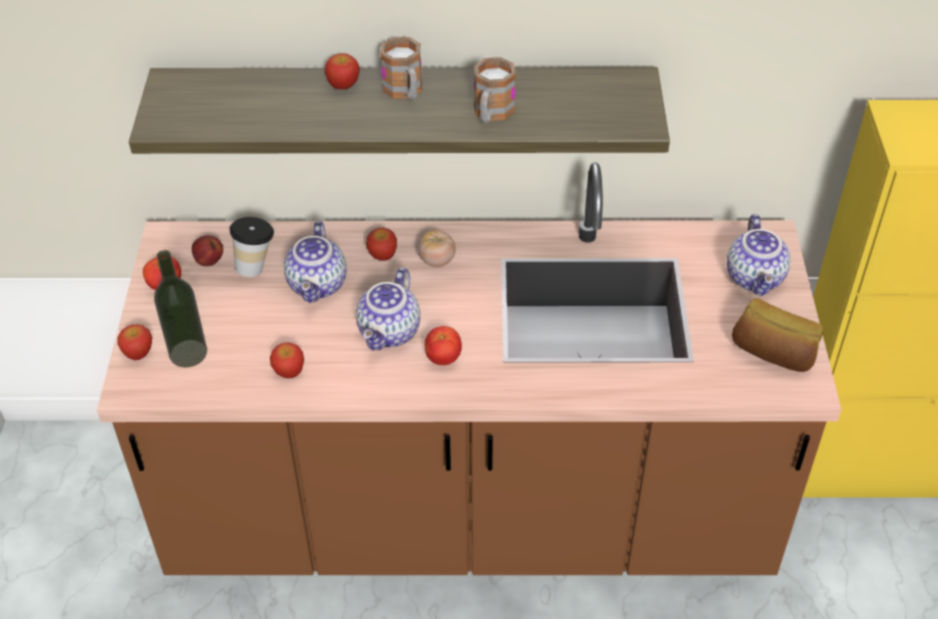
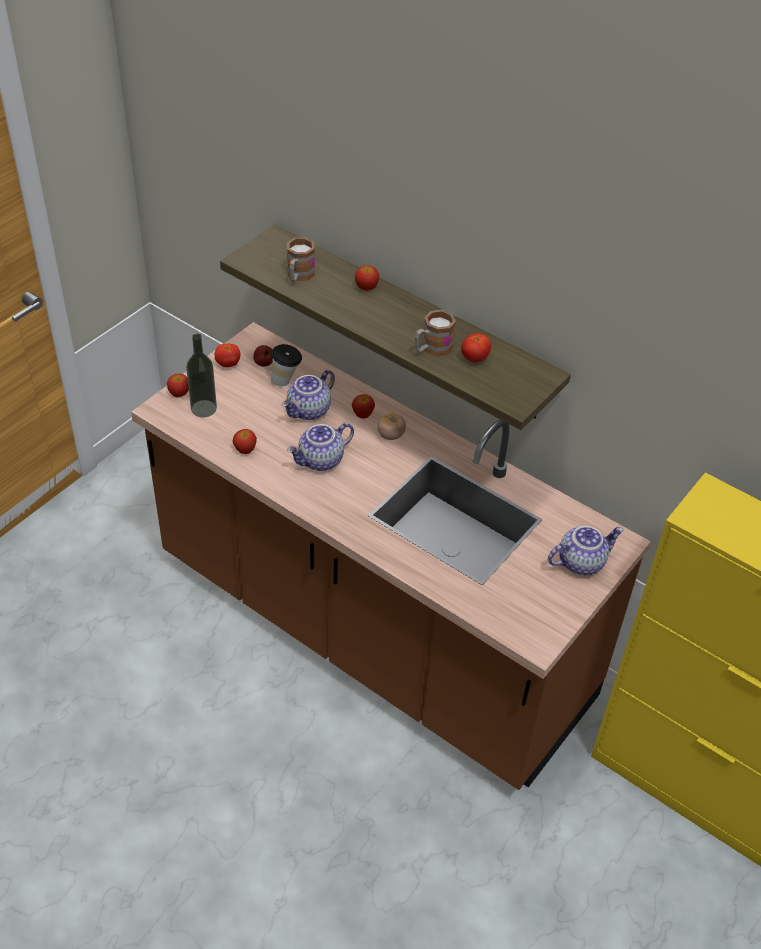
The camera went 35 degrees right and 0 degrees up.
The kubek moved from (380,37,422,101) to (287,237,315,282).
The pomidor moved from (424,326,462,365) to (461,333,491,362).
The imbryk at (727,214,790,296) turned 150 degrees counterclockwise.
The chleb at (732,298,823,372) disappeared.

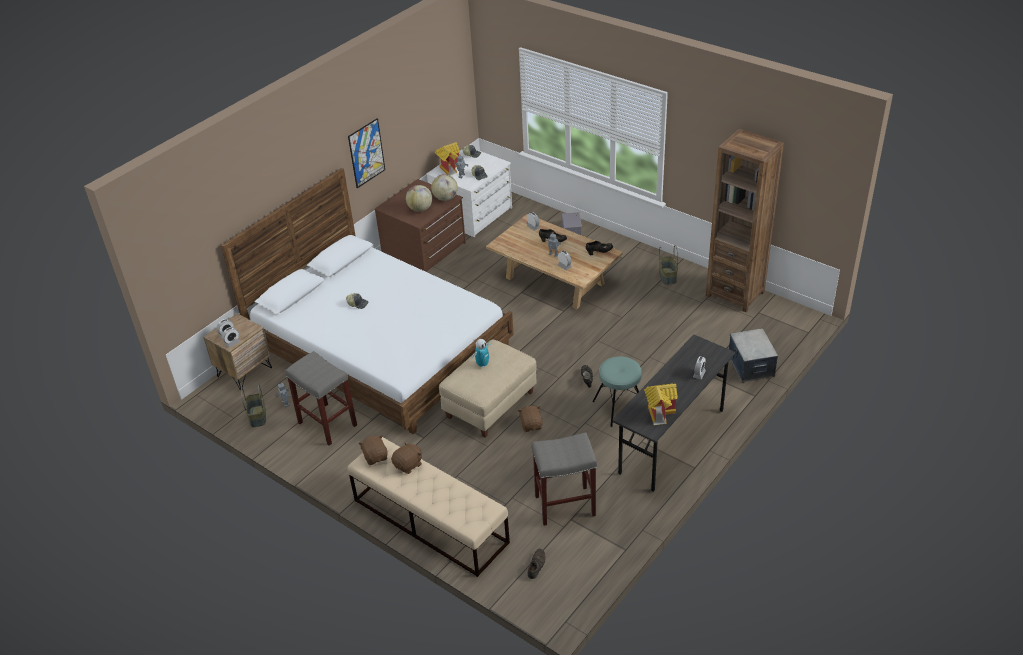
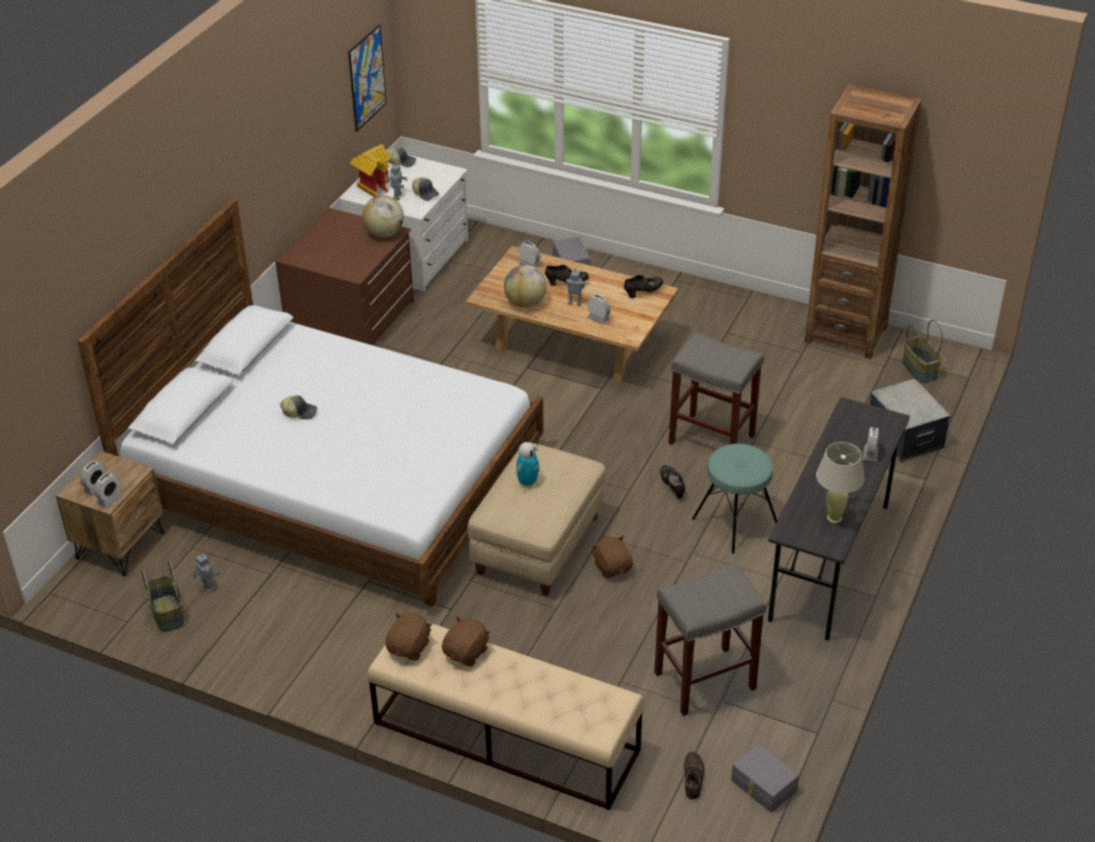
The camera went 15 degrees left and 0 degrees up.
The obraz moved from (348,118,385,188) to (348,25,387,132).
The pluszak [brązowy] at (358,435,388,465) turned 60 degrees clockwise.
The globus moved from (406,185,432,212) to (504,265,547,308).
The stołek [szary] moved from (285,351,357,446) to (669,332,764,445).
The pojemnik do przechowywania [szary] at (731,744,799,812) appeared.
The domek at (644,383,678,425) was replaced by the lampa stołowa [beżowy] at (816,442,865,523).
The koszyk moved from (659,245,678,285) to (902,320,943,383).

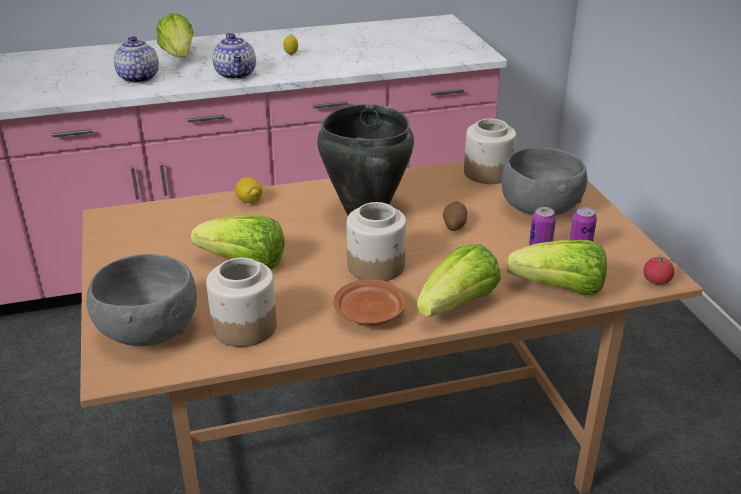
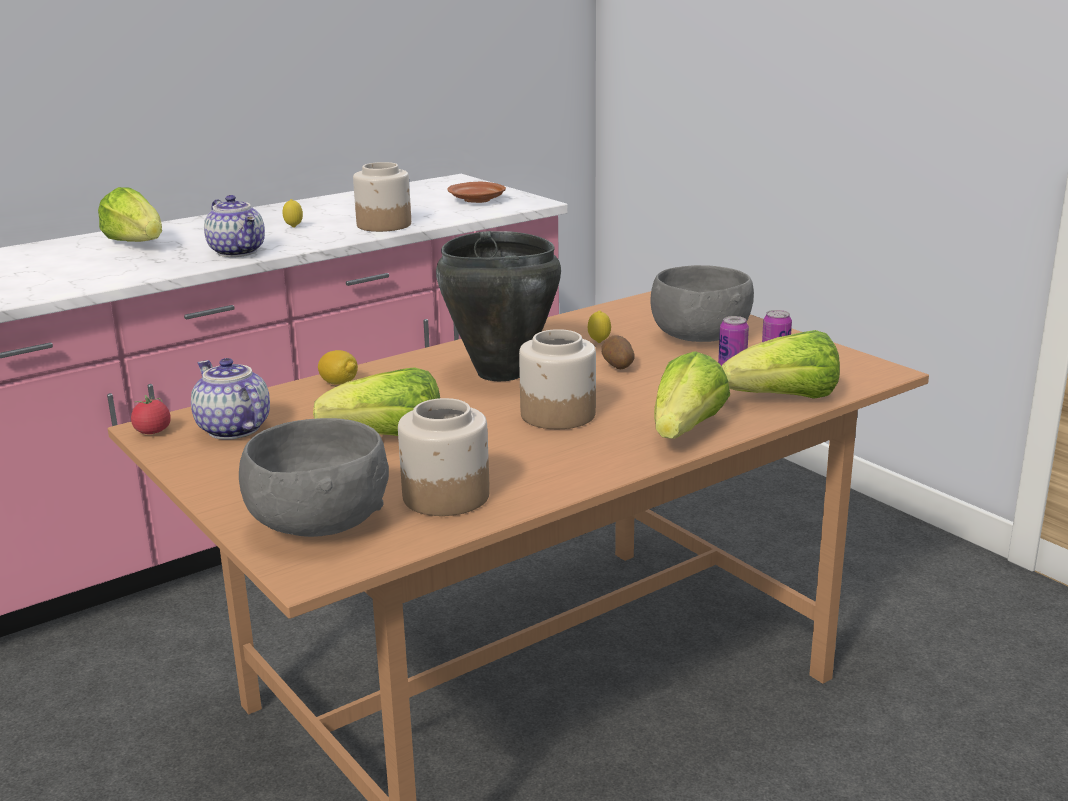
The camera went 20 degrees left and 10 degrees down.
The pomidor moved from (643,253,674,285) to (131,395,171,434).
The imbryk moved from (114,36,159,83) to (191,358,270,440).
The słoik moved from (464,118,516,184) to (353,162,411,232).
The talerz [brązowy] moved from (333,279,406,326) to (447,182,506,203).
The cytryna at (588,311,611,343) appeared.

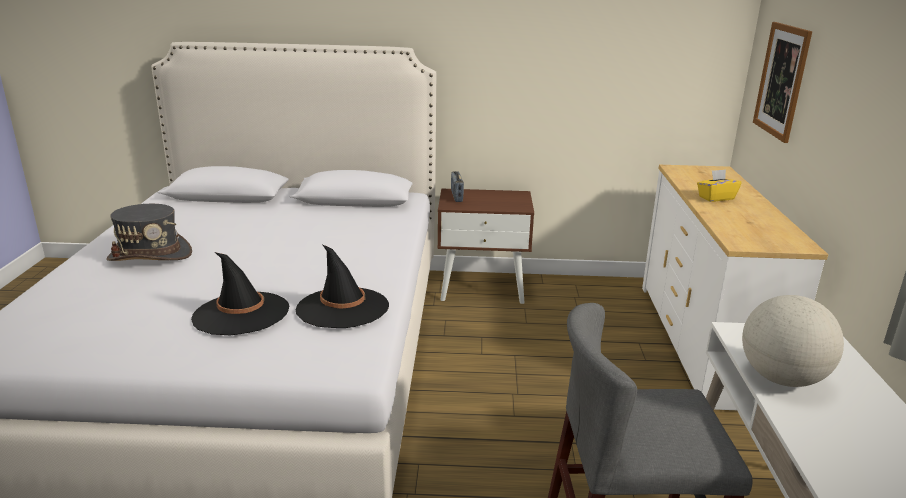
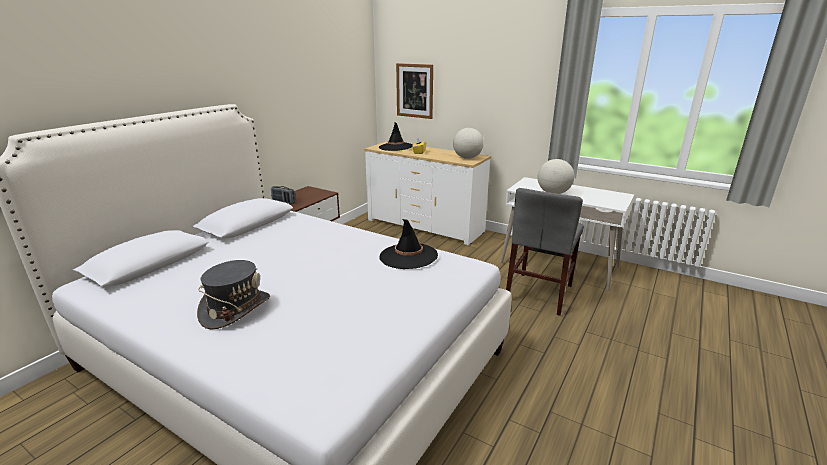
The camera went 60 degrees left and 0 degrees up.
The kapelusz [czarny] moved from (191,252,289,335) to (379,122,413,151).
The globus at (453,128,484,159) appeared.

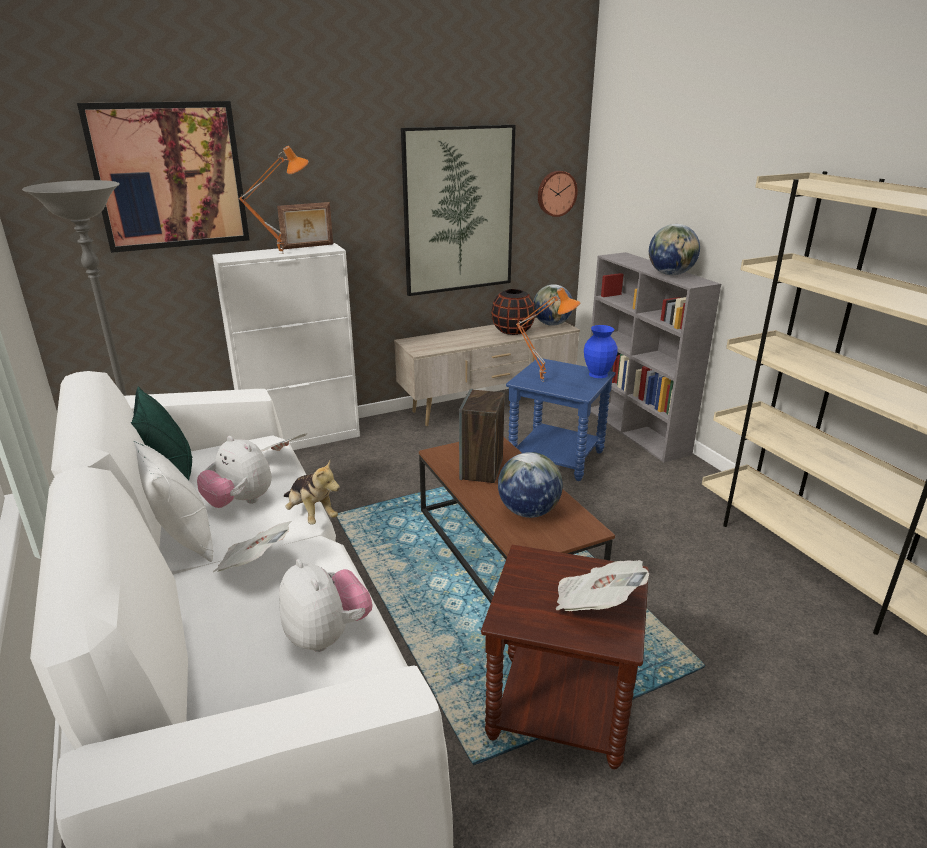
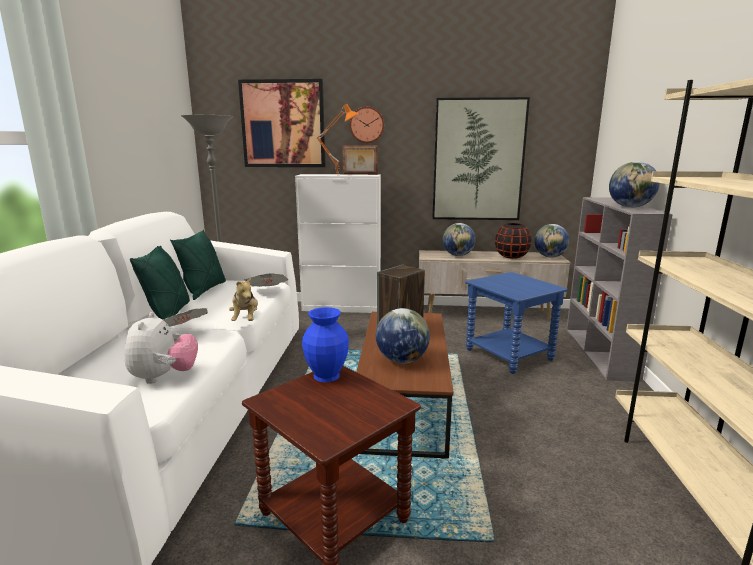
The camera went 30 degrees right and 10 degrees down.
The poduszka [biały] at (134,439,214,562) became the poduszka [zielony] at (130,246,190,320).
The wazon [niebieski] moved from (584,325,617,378) to (302,307,349,382).
The zegar ścienny moved from (538,171,578,217) to (350,107,384,143).
The globus at (443,223,476,256) appeared.
The pluszak at (197,436,272,508) disappeared.
The lampa stołowa [pomarańczowy] at (516,288,580,382) disappeared.
The gazeta at (556,560,649,611) disappeared.

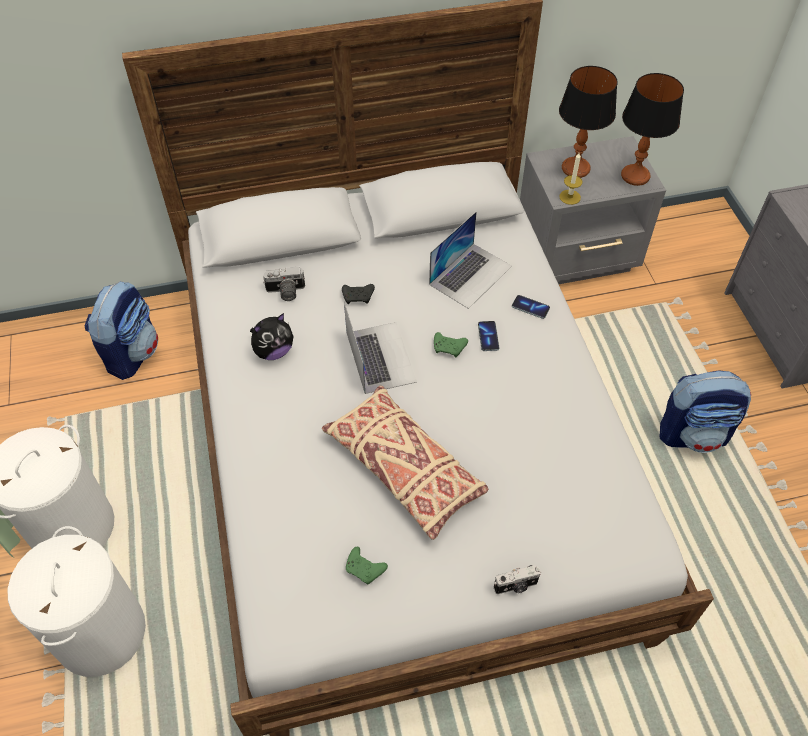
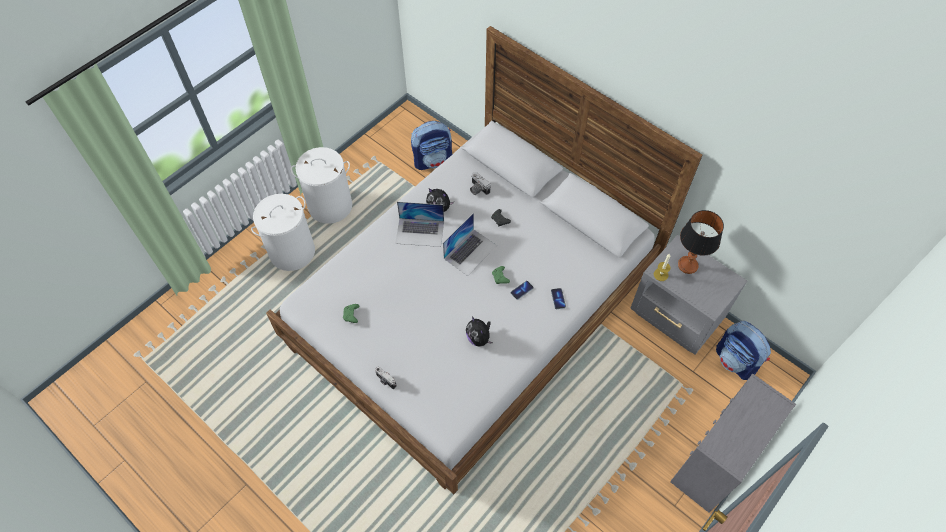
The camera went 55 degrees right and 5 degrees up.
The laptop moved from (429,211,512,309) to (395,202,444,247).
The pluszak at (466,316,493,346) appeared.
The plecak moved from (660,370,751,453) to (716,321,771,380).
The poduszka [beżowy] at (322,385,489,540) disappeared.
The lampa stołowa at (621,73,684,186) disappeared.

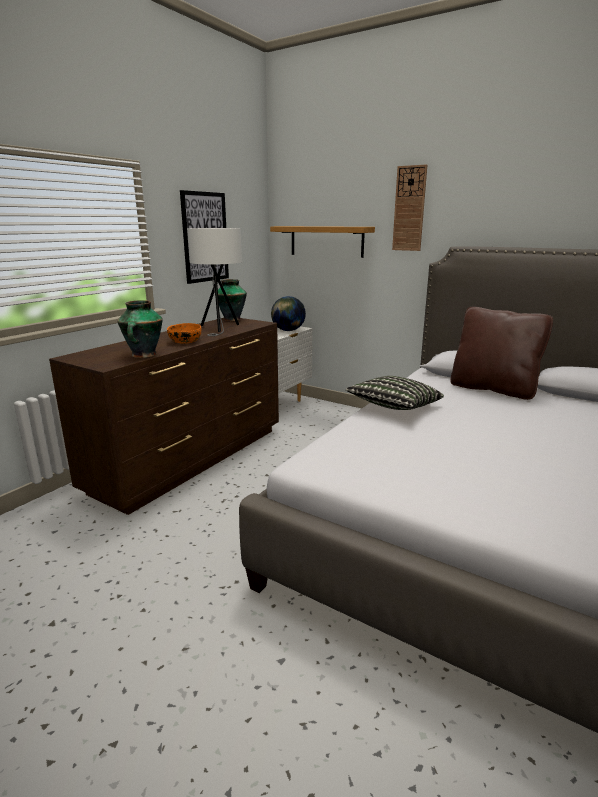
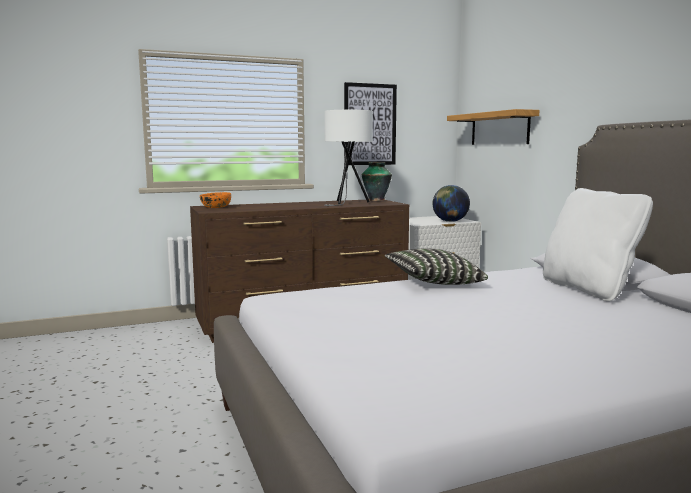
The camera went 35 degrees right and 10 degrees down.
The miska [pomarańczowy] moved from (167,323,202,344) to (200,192,231,208).
The poduszka [brązowy] at (450,307,553,400) became the poduszka [biały] at (543,188,653,301).
The wazon at (117,300,163,358) disappeared.
The zegar ścienny at (392,164,427,251) disappeared.

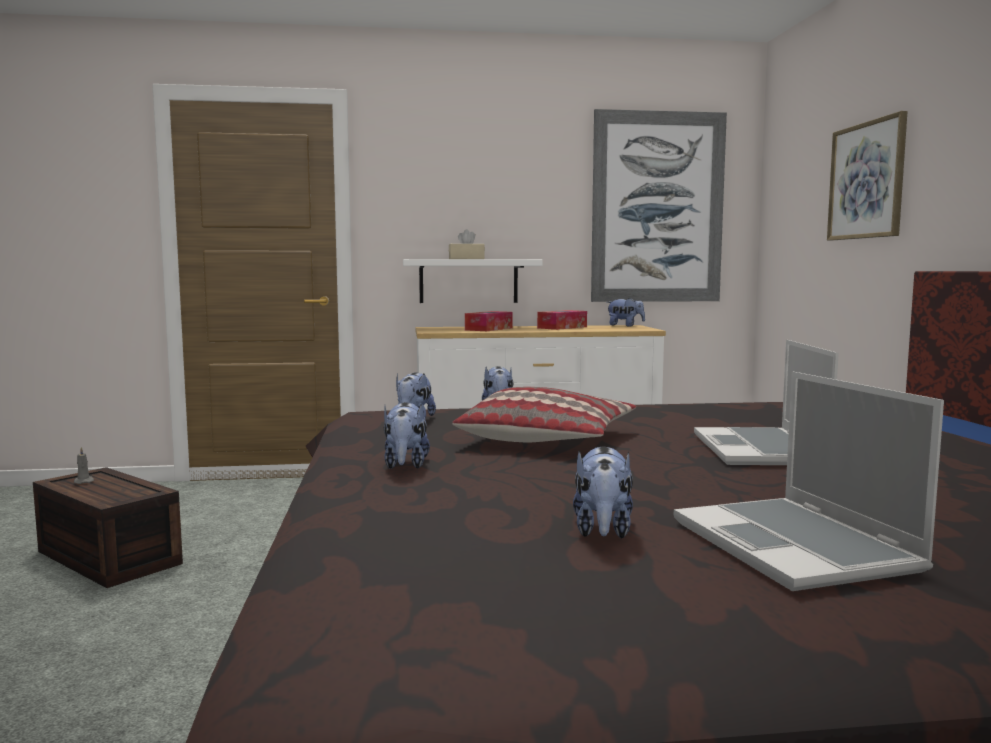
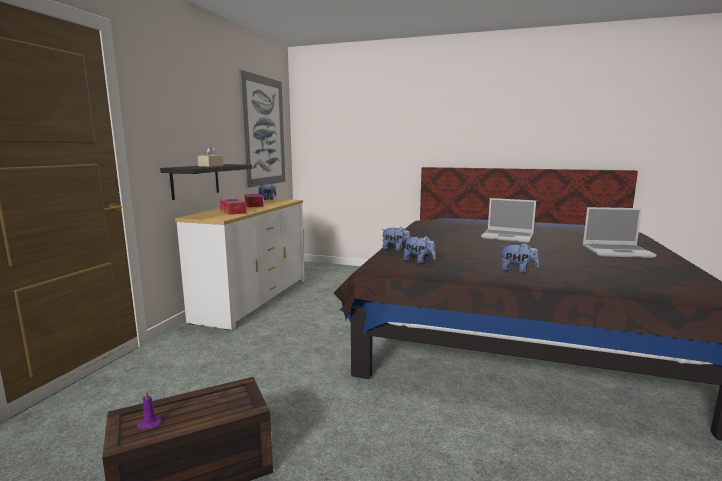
The camera went 65 degrees left and 5 degrees up.
The świeca [szary] at (74,447,94,484) became the świeca [fioletowy] at (137,391,162,429).
The półka [biały] at (403,259,543,303) became the półka [czarny] at (160,164,252,200).
The poduszka at (452,387,636,442) disappeared.
The pluszak at (573,446,633,538) disappeared.
The obraz at (827,111,908,240) disappeared.

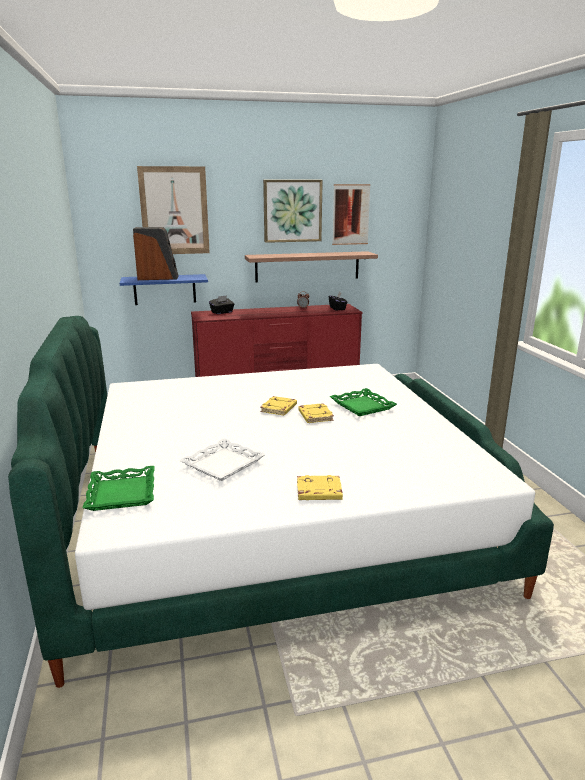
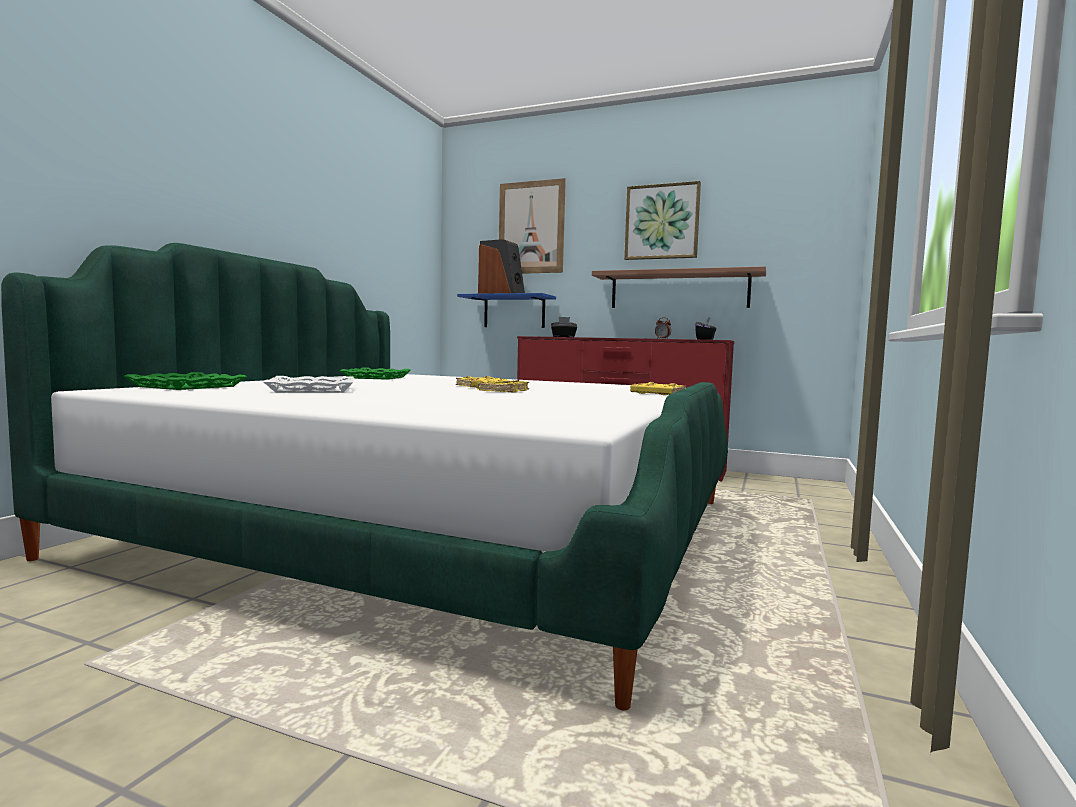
The camera went 35 degrees right and 15 degrees down.
The taca [zielony] moved from (330,388,397,416) to (340,367,411,380).
The książka [żółty] moved from (297,475,343,500) to (630,382,686,395).
The obraz at (332,184,371,245) disappeared.

